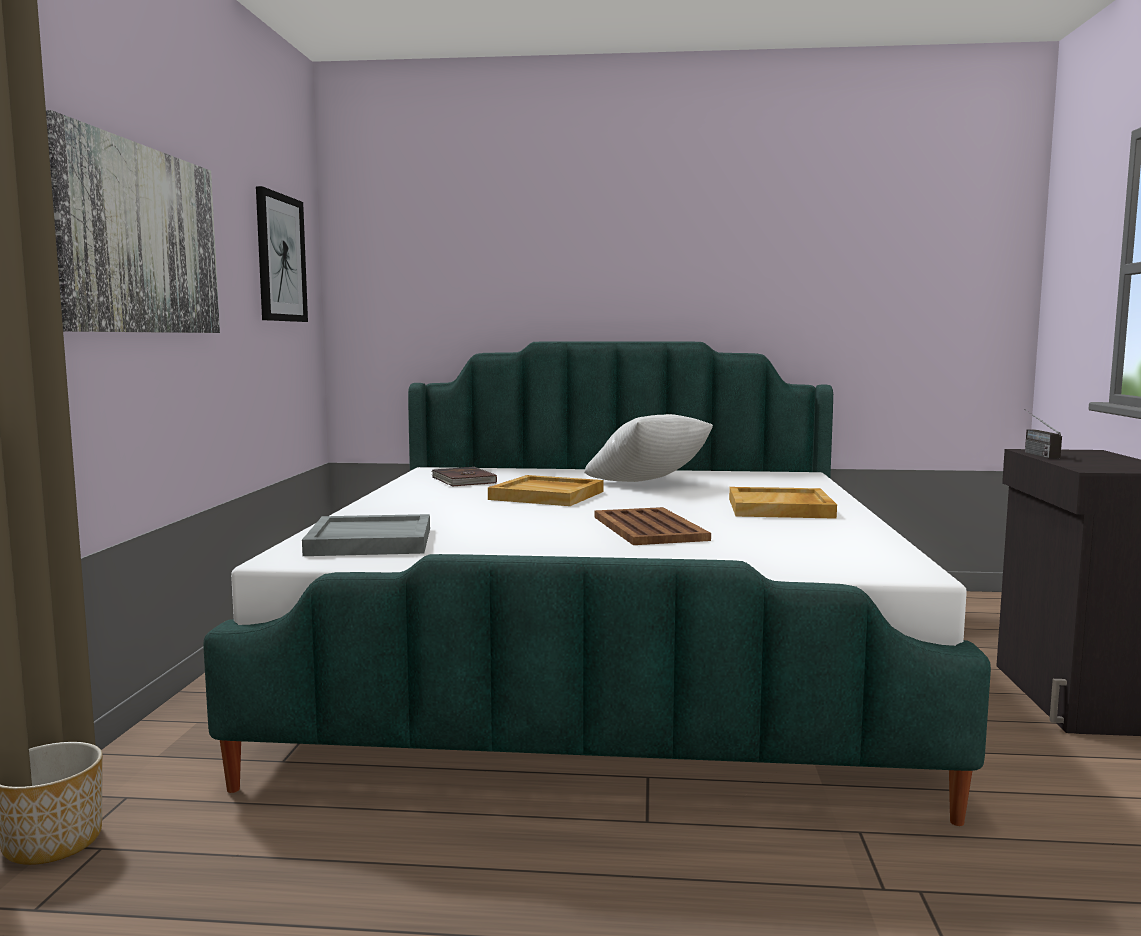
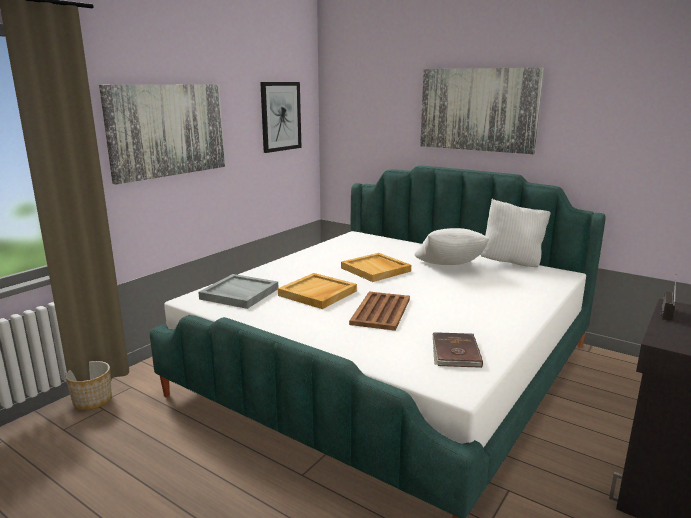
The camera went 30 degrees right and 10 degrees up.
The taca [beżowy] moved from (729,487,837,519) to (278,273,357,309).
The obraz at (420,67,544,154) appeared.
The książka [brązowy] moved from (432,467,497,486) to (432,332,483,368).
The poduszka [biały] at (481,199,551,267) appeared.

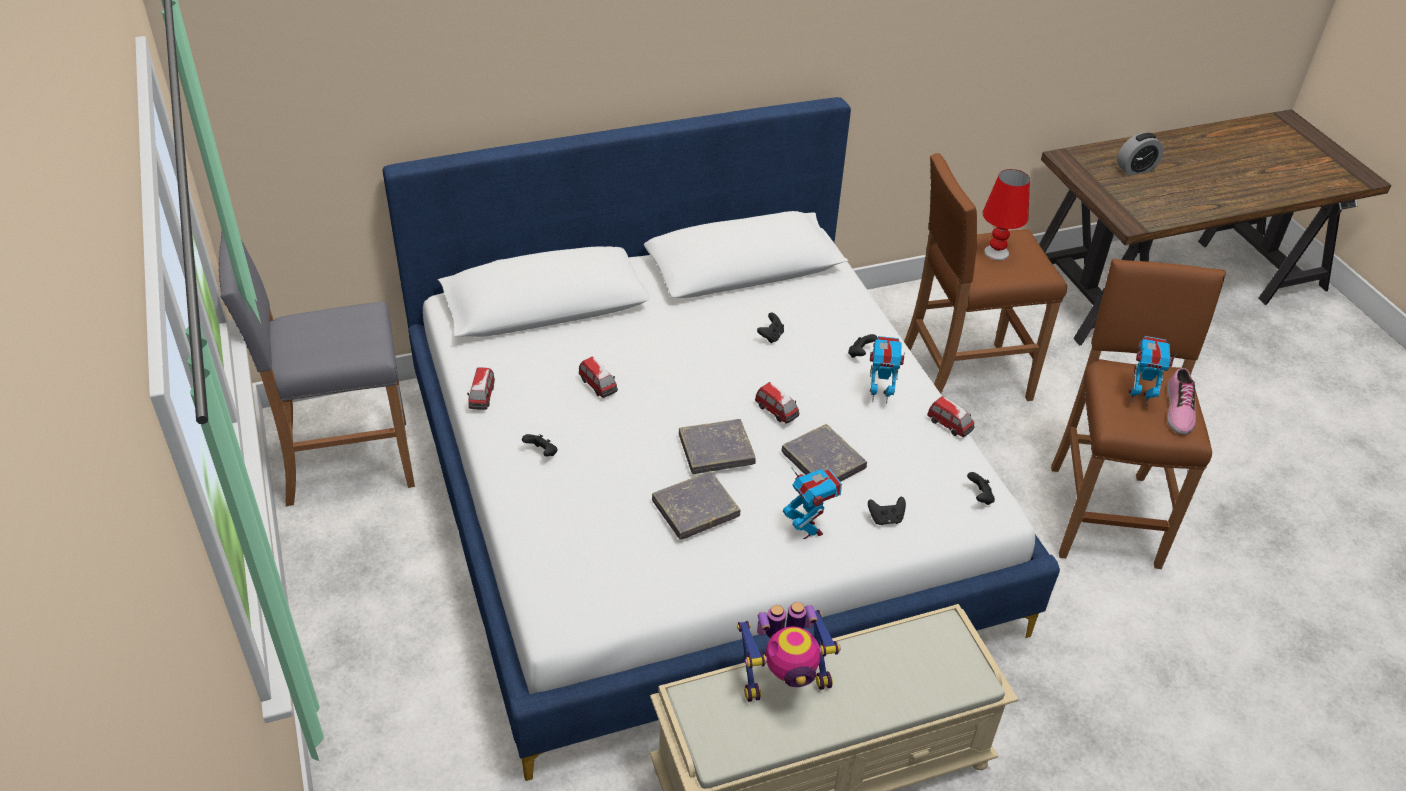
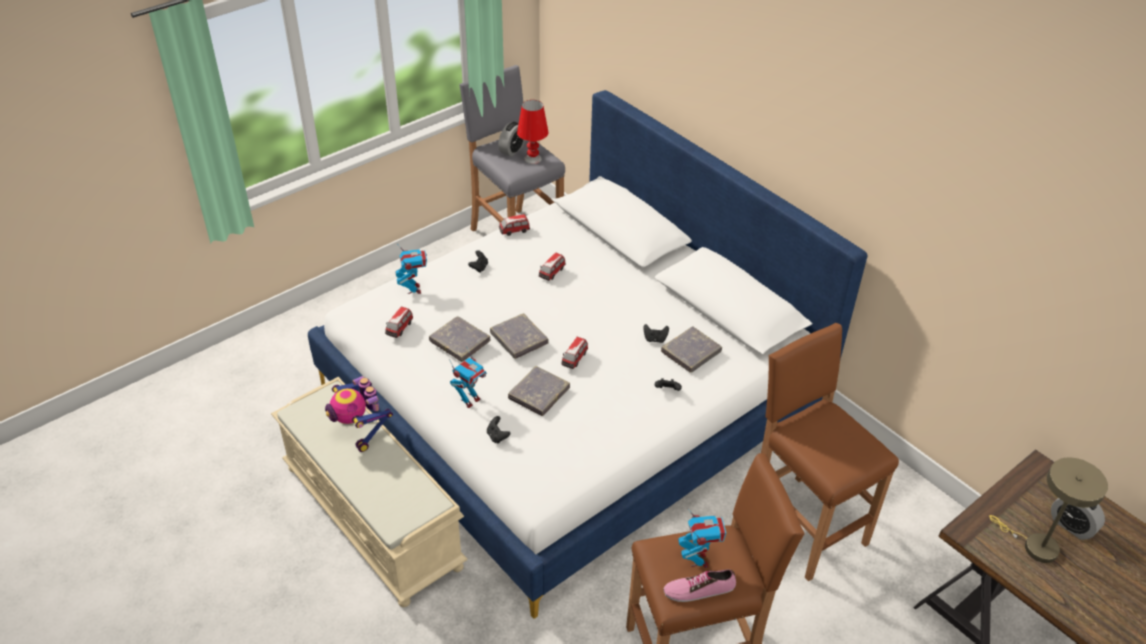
The camera went 70 degrees right and 0 degrees up.
The samochodzik moved from (927,396,974,437) to (385,307,413,338).
The robot zabawkowy moved from (870,336,905,404) to (395,244,427,294).
The budzik at (498,122,525,157) appeared.
The lampa stołowa [czerwony] moved from (983,169,1030,260) to (517,100,548,164).
The książka [szary] at (661,326,722,373) appeared.
The lampa stołowa [beżowy] at (989,458,1108,563) appeared.
The pad do gier [czarny] at (967,472,995,505) disappeared.

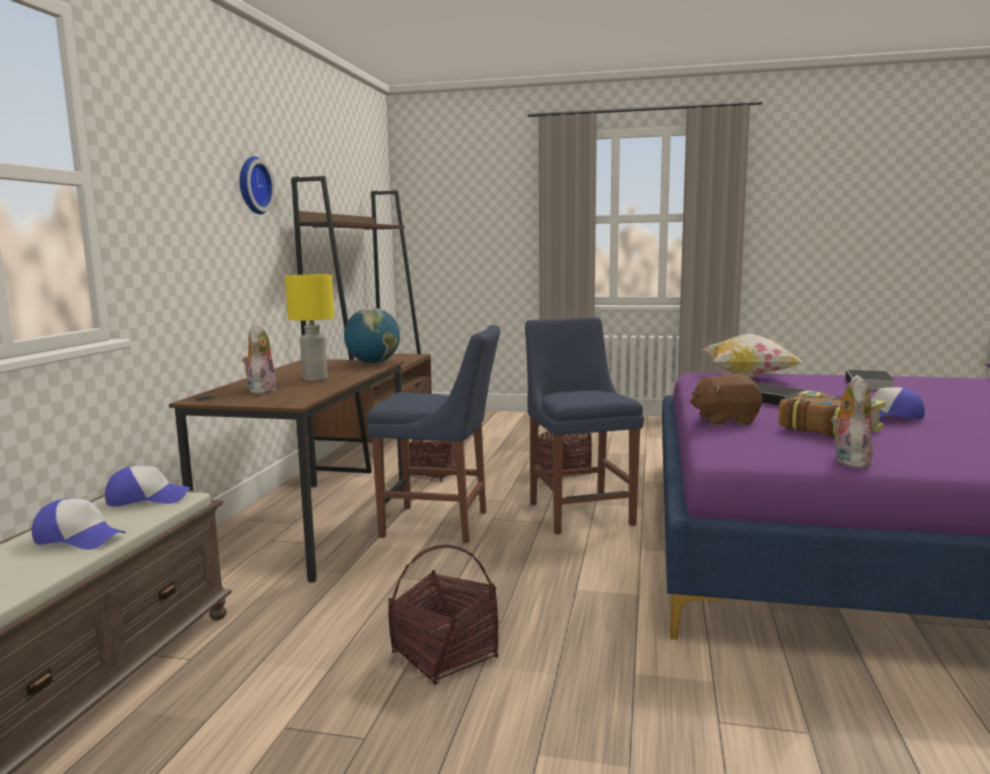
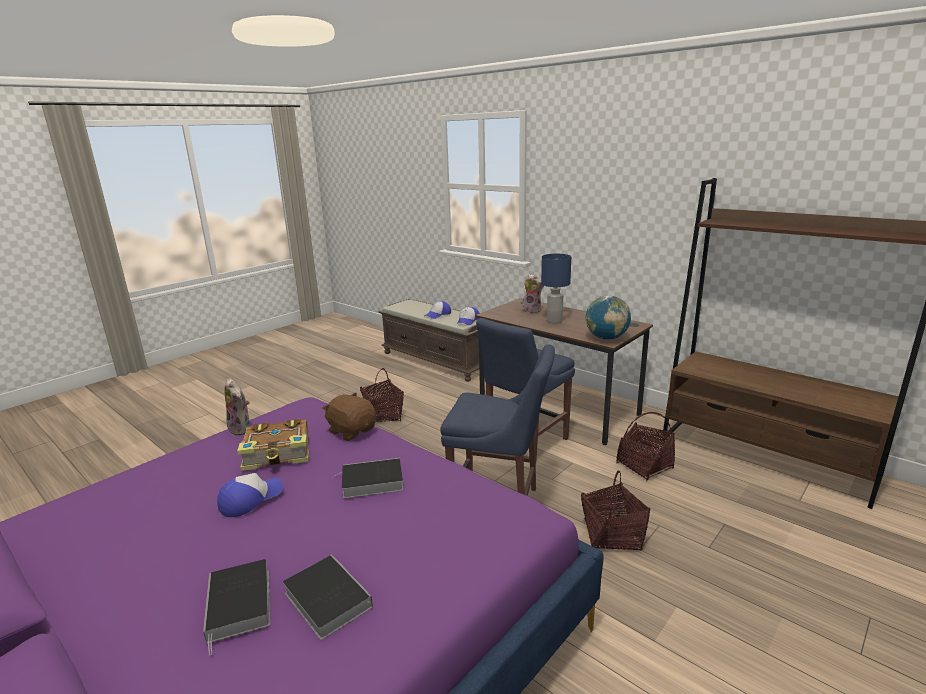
The camera went 120 degrees right and 10 degrees up.
The książka at (203,559,270,656) appeared.
The pluszak [brązowy] at (690,374,762,425) turned 75 degrees counterclockwise.
The lampa stołowa [żółty] at (285,274,334,381) became the lampa stołowa [niebieski] at (541,254,571,323).
The zegar ścienny at (240,156,275,214) disappeared.
The poduszka at (703,334,804,377) disappeared.

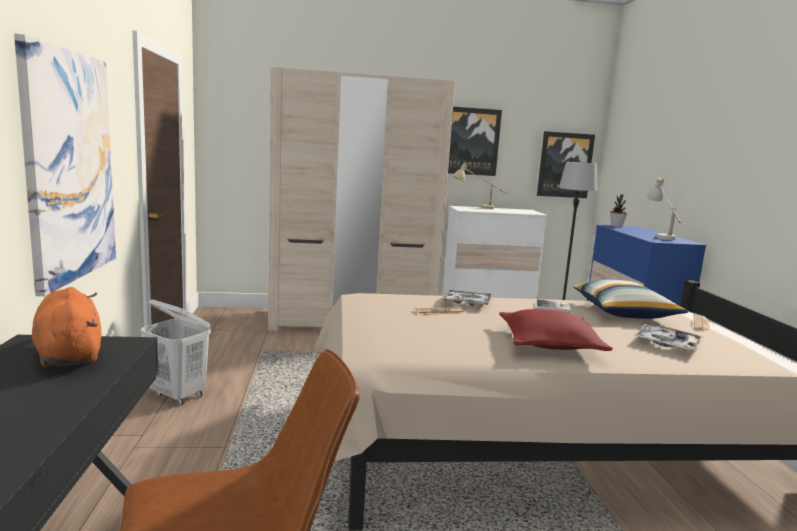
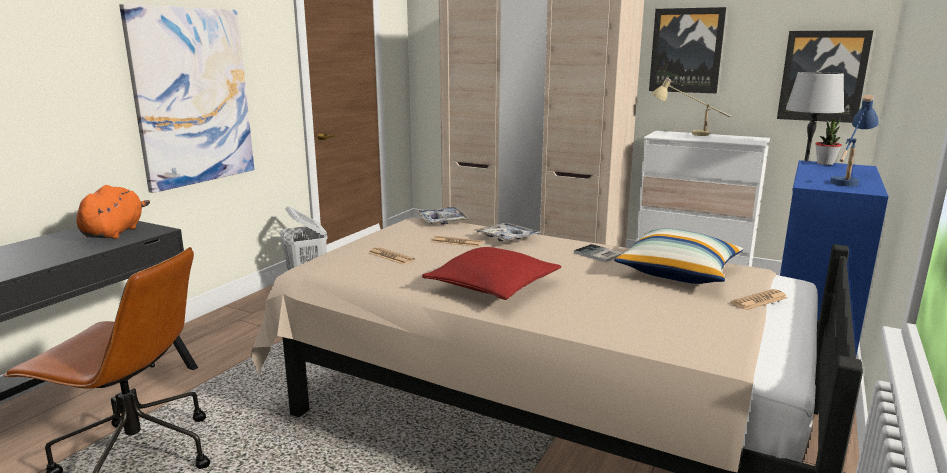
The camera went 35 degrees right and 5 degrees up.
The gazeta at (369,247,415,264) appeared.
The taca moved from (634,324,703,351) to (417,207,469,225).
The lampa stołowa [biały] at (647,178,681,240) became the lampa stołowa [niebieski] at (830,95,879,186).

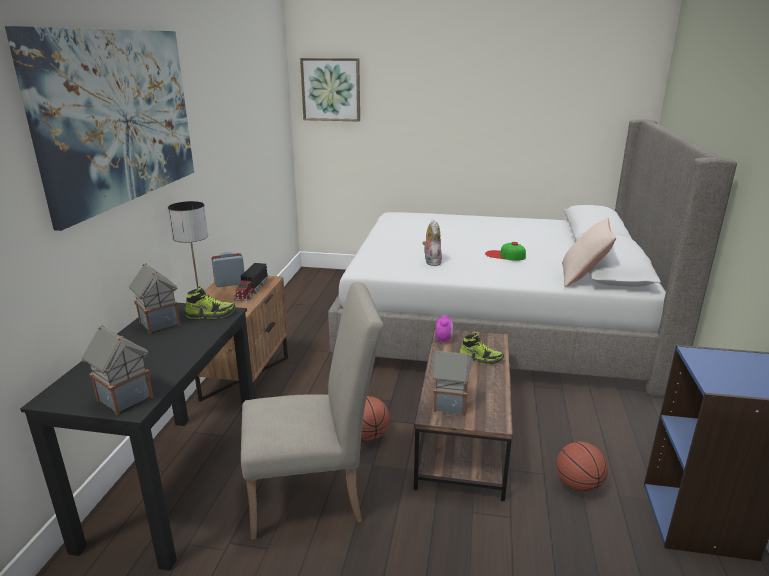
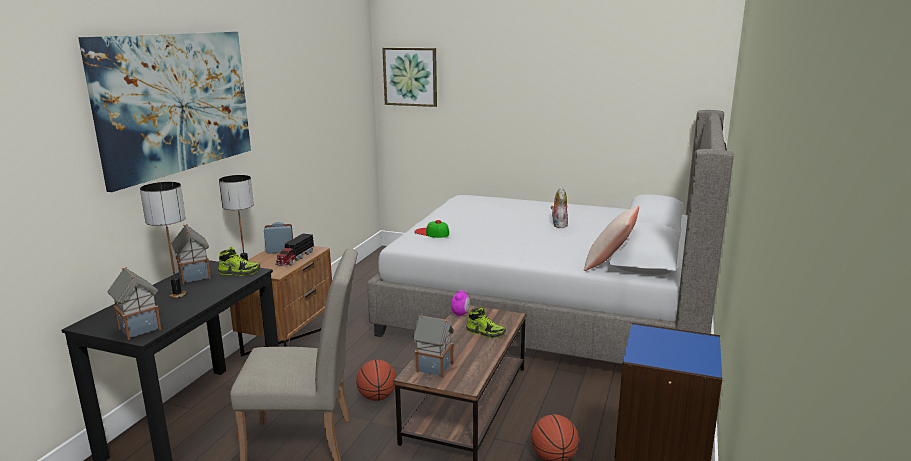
The camera went 10 degrees right and 5 degrees down.
The lampa stołowa at (140,182,186,298) appeared.
The czapka z daszkiem moved from (485,242,526,261) to (414,220,449,238).
The pluszak moved from (422,219,442,266) to (551,187,568,228).

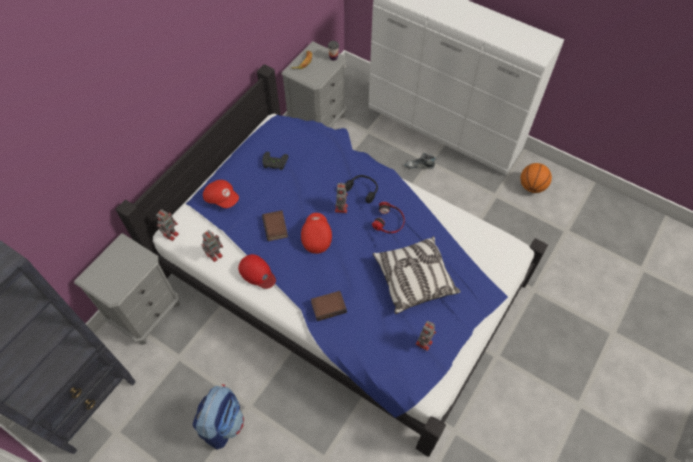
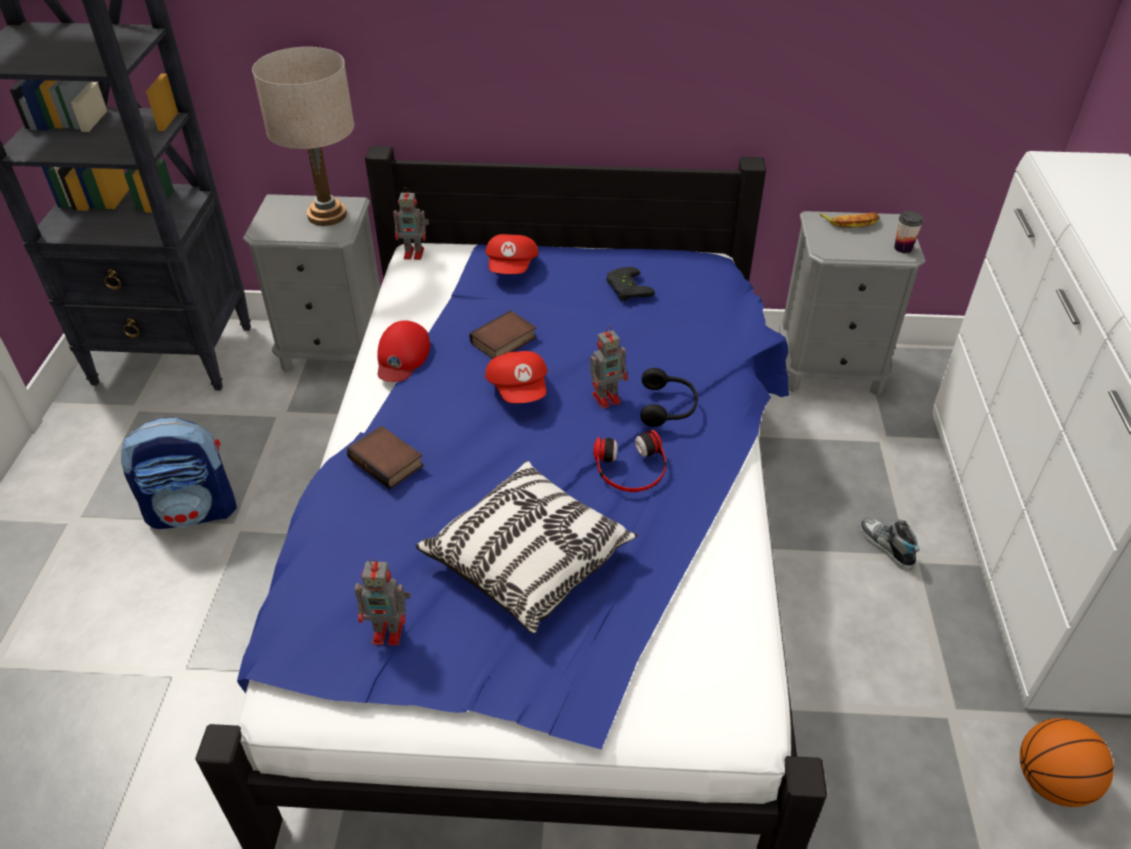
The camera went 60 degrees right and 15 degrees down.
The lampa stołowa [beżowy] at (252,47,354,226) appeared.
The czapka z daszkiem [czerwony] at (301,213,332,254) turned 105 degrees clockwise.
The robot zabawkowy at (201,230,223,262) disappeared.

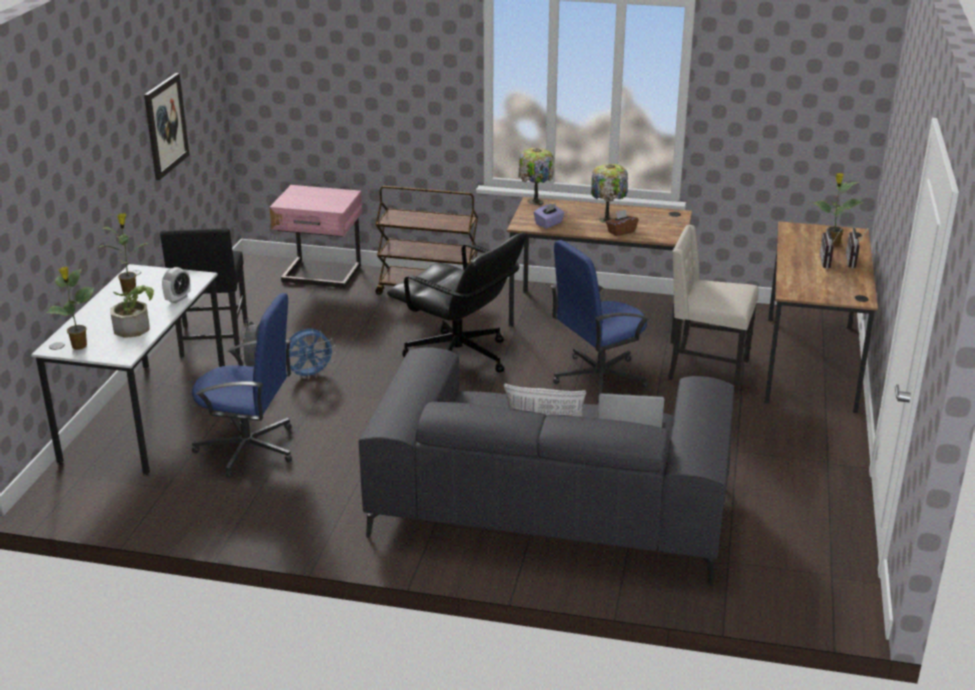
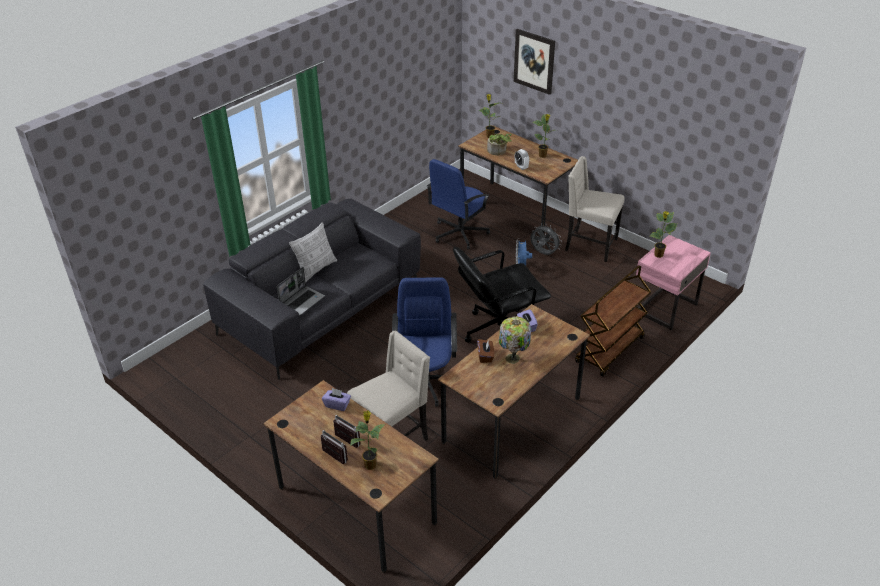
The camera went 120 degrees right and 10 degrees up.
The pudełko chusteczek [fioletowy] at (322,388,351,411) appeared.
The biurko [biały] at (31,264,225,476) became the biurko [brązowy] at (458,126,578,234).
The obraz moved from (144,73,189,180) to (514,29,555,95).
The krzesło [czarny] at (160,228,248,358) became the krzesło [beżowy] at (565,156,625,262).
The roślina doniczkowa at (650,211,677,258) appeared.
The lampa stołowa at (519,148,554,205) disappeared.

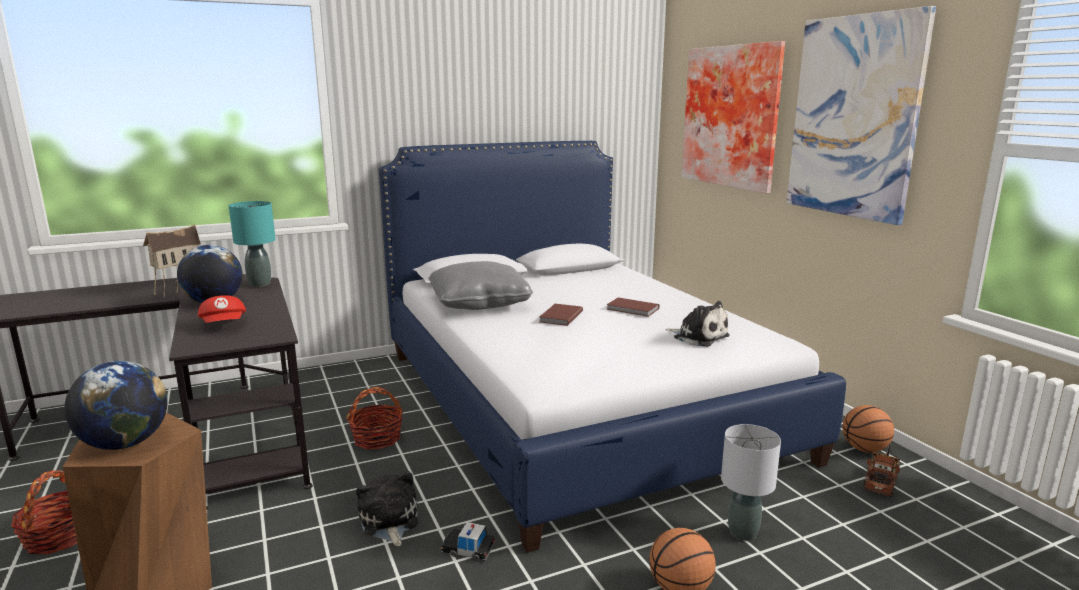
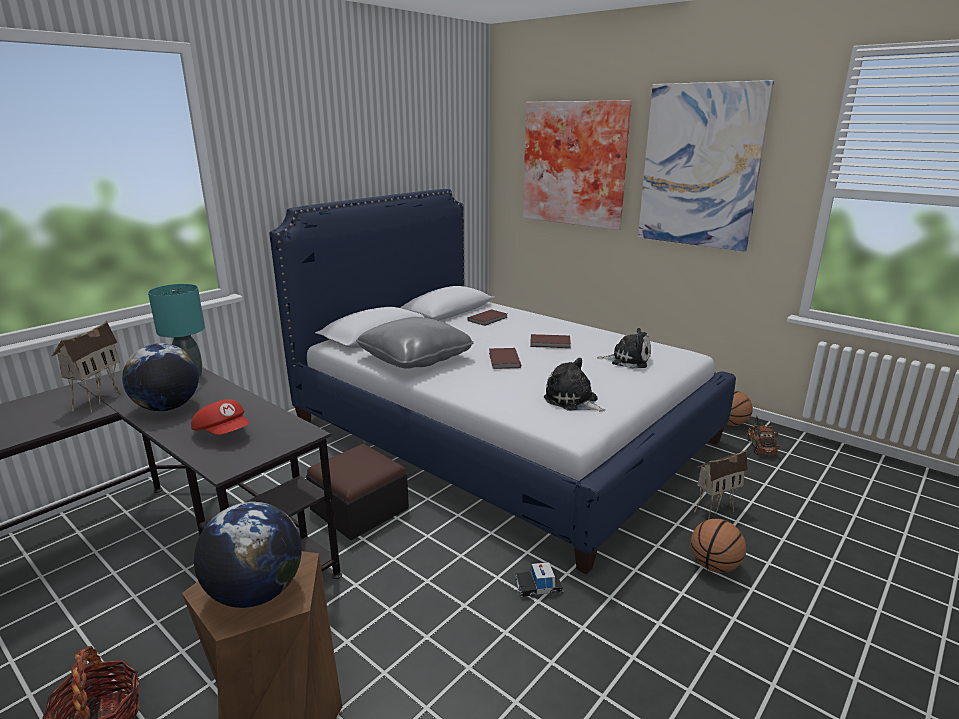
The camera went 25 degrees left and 5 degrees up.
The koszyk at (346,387,403,449) was replaced by the pufa at (306,444,409,540).
The książka [brązowy] at (467,309,508,326) appeared.
The pluszak moved from (356,471,418,546) to (544,358,605,411).
The lampa stołowa [szary] at (721,424,781,541) was replaced by the domek at (694,450,748,520).

